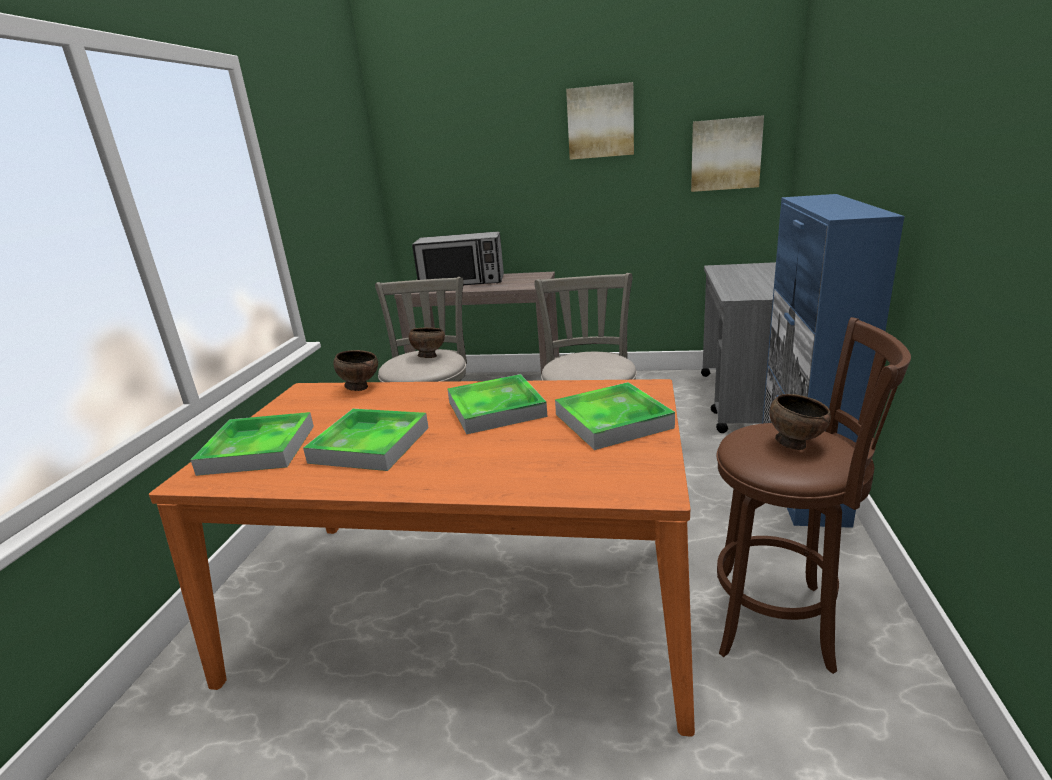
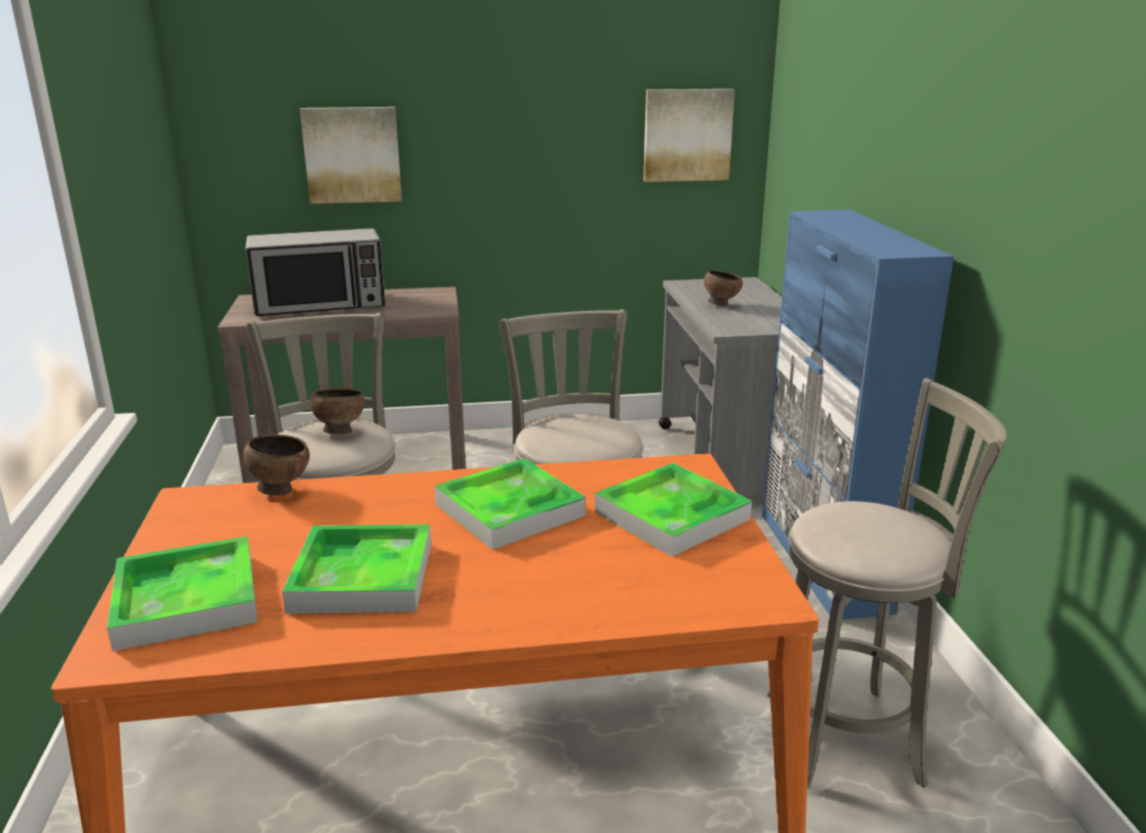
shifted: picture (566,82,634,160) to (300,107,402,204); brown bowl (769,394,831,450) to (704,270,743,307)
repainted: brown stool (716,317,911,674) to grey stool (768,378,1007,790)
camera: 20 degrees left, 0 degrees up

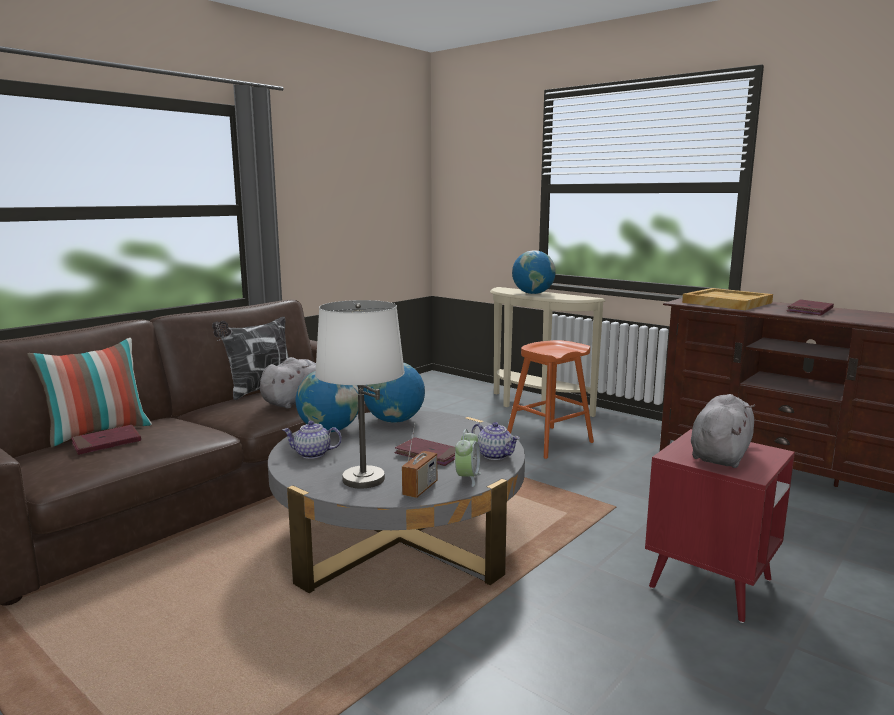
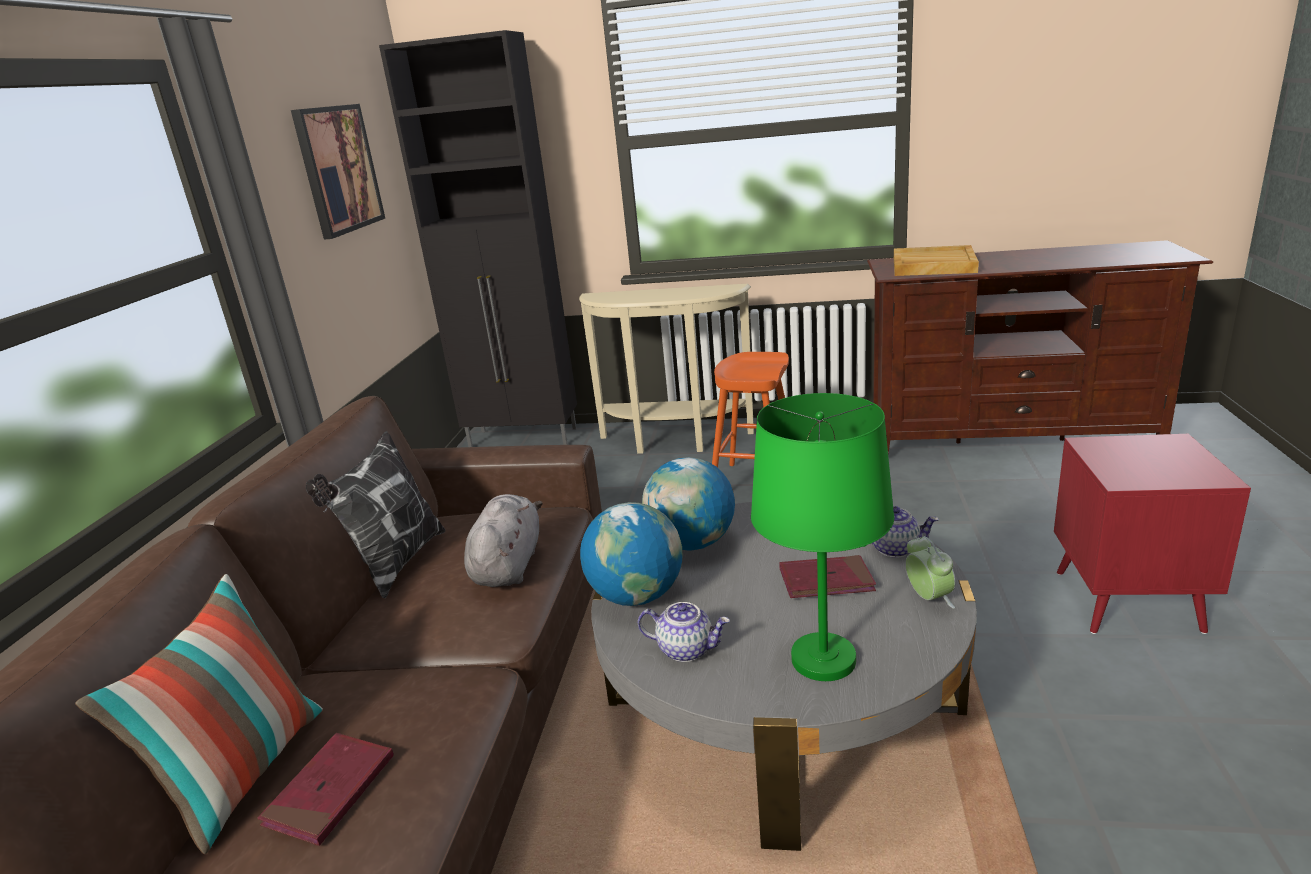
gone: globe (512,250,556,294); red book (787,299,834,316); grey plush toy (691,394,755,468); radio (402,423,437,498)
new: black cabinet (379,30,577,447); picture (291,104,385,240)
repainted: white table lamp (315,300,405,489) to green table lamp (751,393,894,681)
rotated: teapot (282,421,342,459) = (638,602,730,662) 135 degrees counterclockwise
camera: 30 degrees left, 10 degrees up

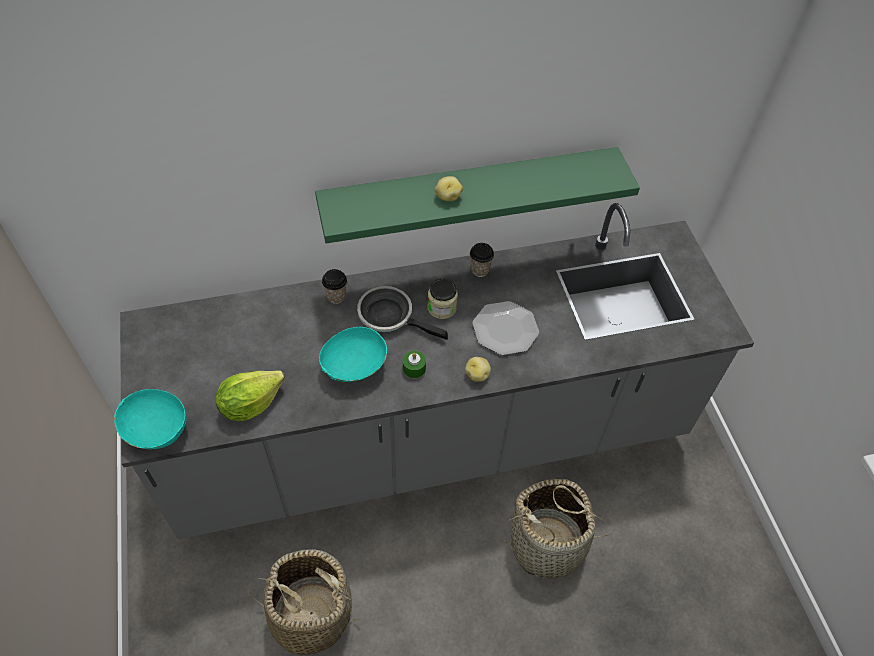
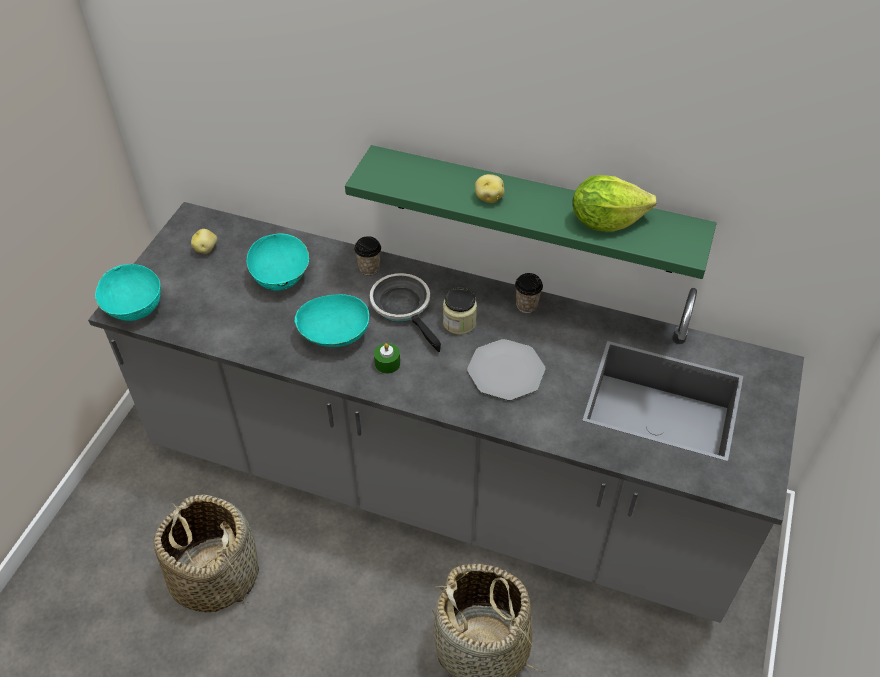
new: turquoise bowl (247,233,309,291)
shifted: potato (465,357,491,382) to (191,229,217,254); lettuce (216,370,285,421) to (572,175,657,231)
camera: 35 degrees right, 5 degrees down

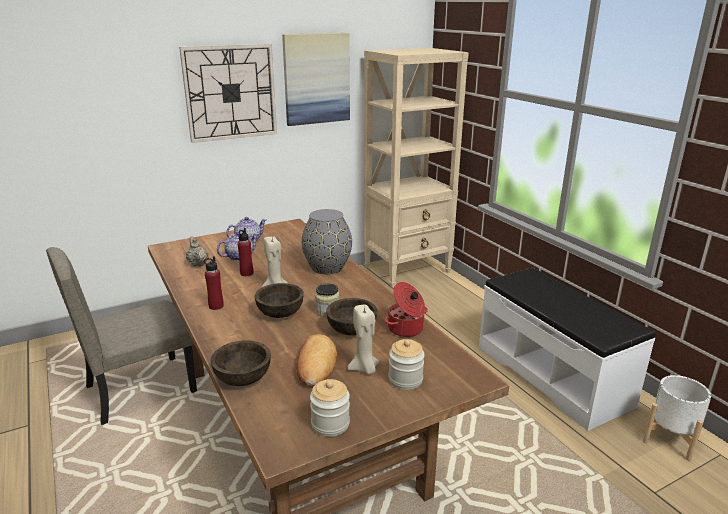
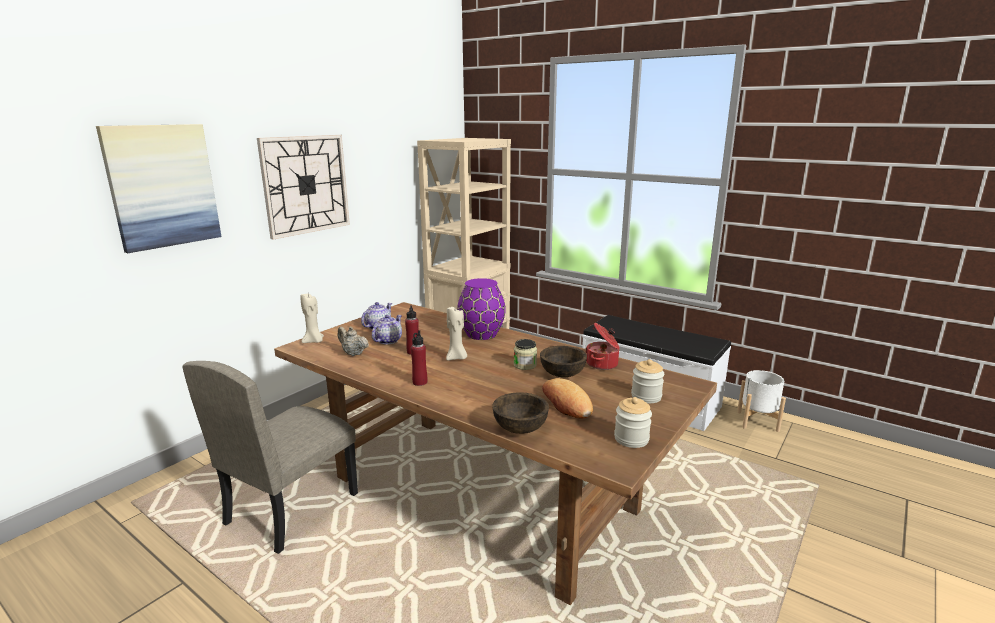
gone: brown bowl (255,283,304,318)
shifted: picture (282,33,350,126) to (96,124,221,253); beige candle (348,305,379,374) to (300,293,324,343)
repainted: grey vase (302,209,352,274) to purple vase (457,278,506,340)
camera: 25 degrees left, 5 degrees down

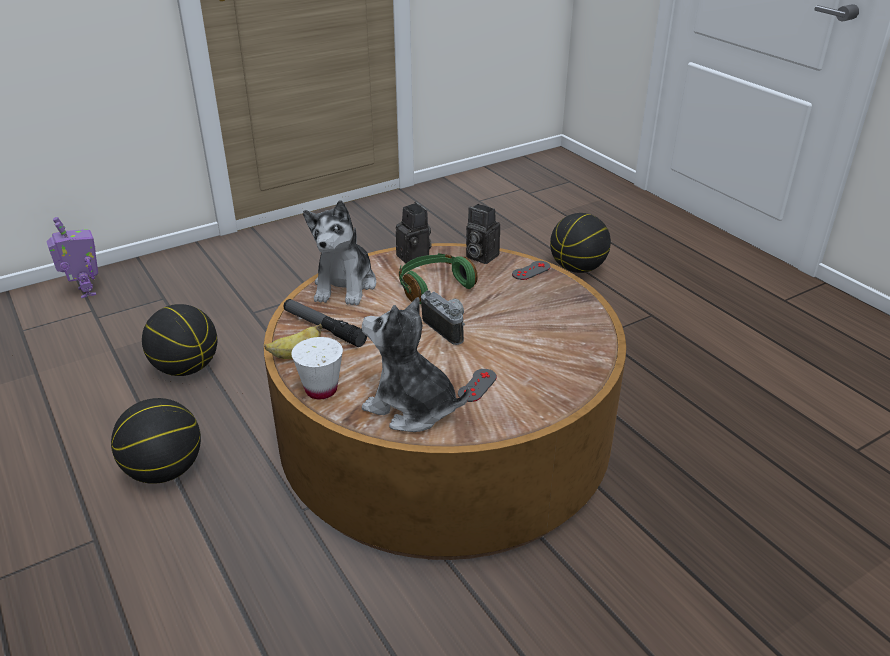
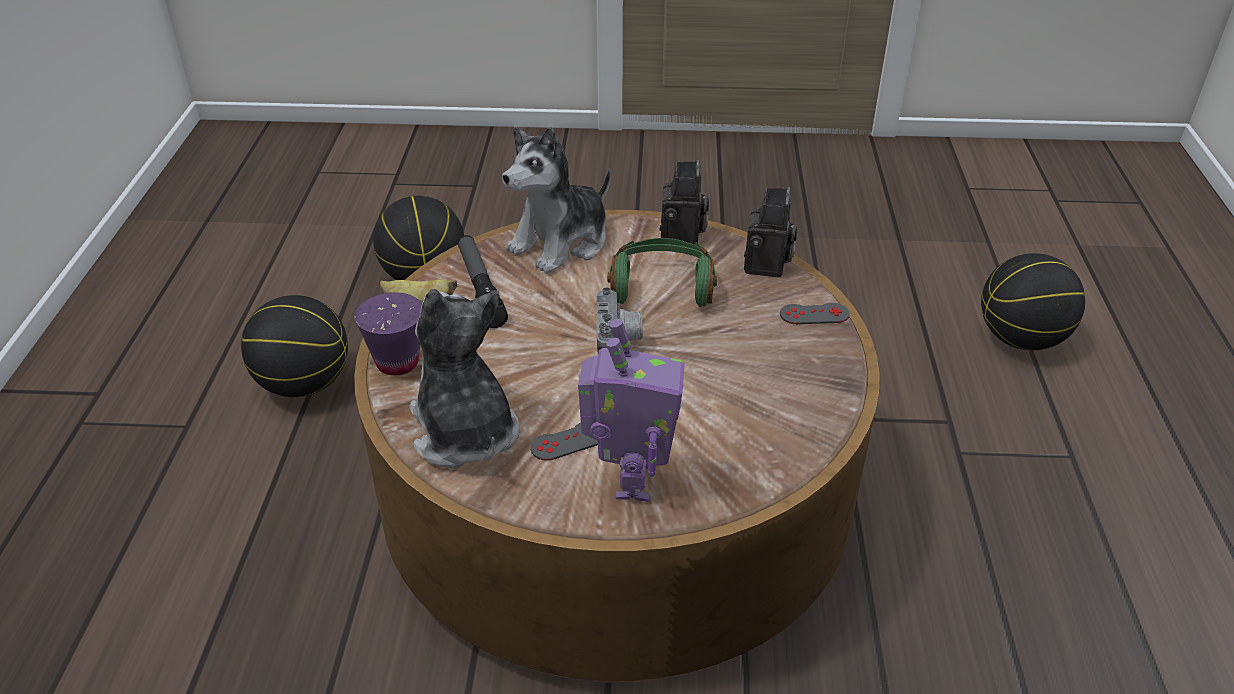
shifted: toy robot (46,217,98,298) to (578,319,685,502)
repainted: white cup (291,337,343,399) to purple cup (355,292,422,376)
rotated: photo camera (466,204,500,264) = (744,187,798,277) 150 degrees counterclockwise
camera: 35 degrees right, 5 degrees up

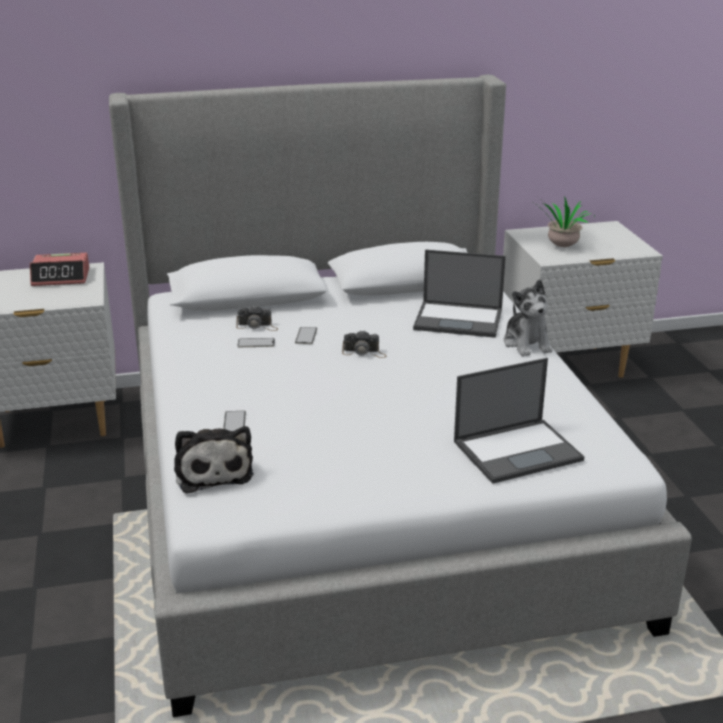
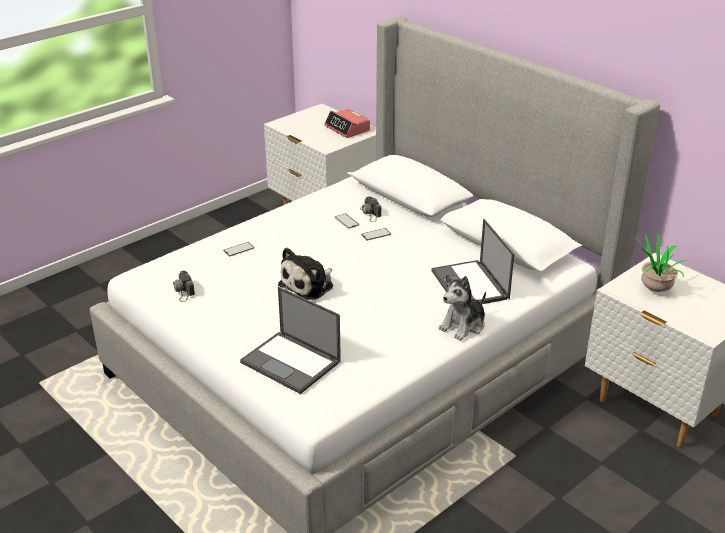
shifted: photo camera (342,330,386,358) to (173,271,195,302); plush toy (174,426,254,494) to (278,248,333,300)
camera: 60 degrees right, 5 degrees up

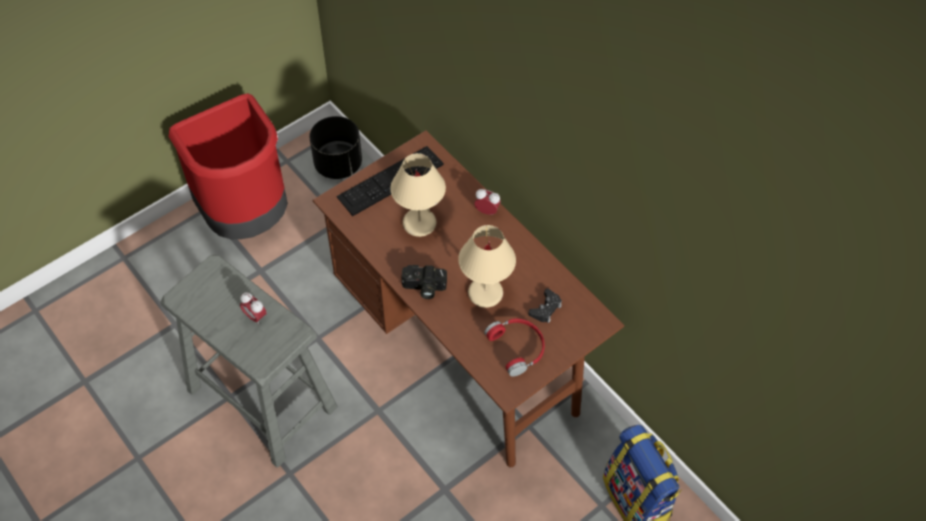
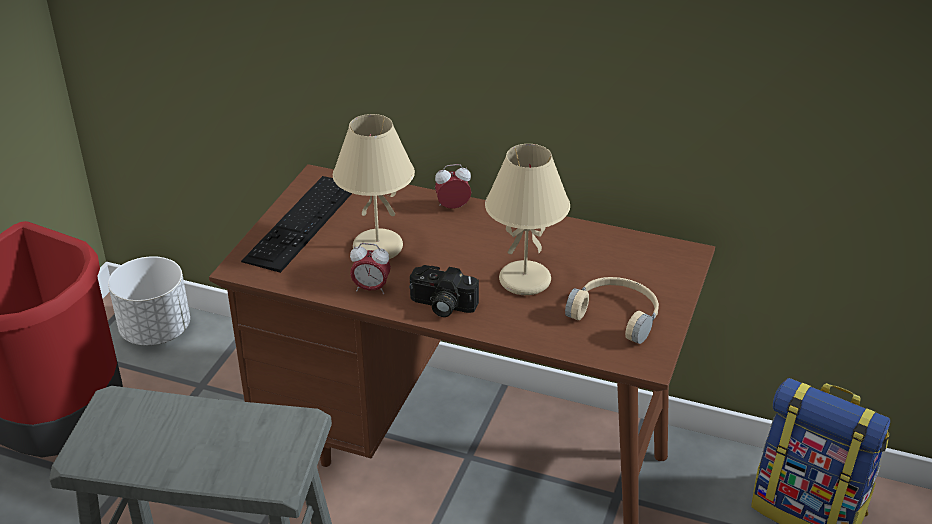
gone: black game controller (528,289,562,323)
shifted: alarm clock (240,292,267,325) to (350,243,391,294)
repainted: black planter (309,116,362,179) to white planter (108,256,190,346); red headphones (484,318,545,377) to beige headphones (565,277,659,344)
rotated: photo camera (401,265,447,299) = (409,265,479,317) 45 degrees clockwise
camera: 30 degrees left, 20 degrees down

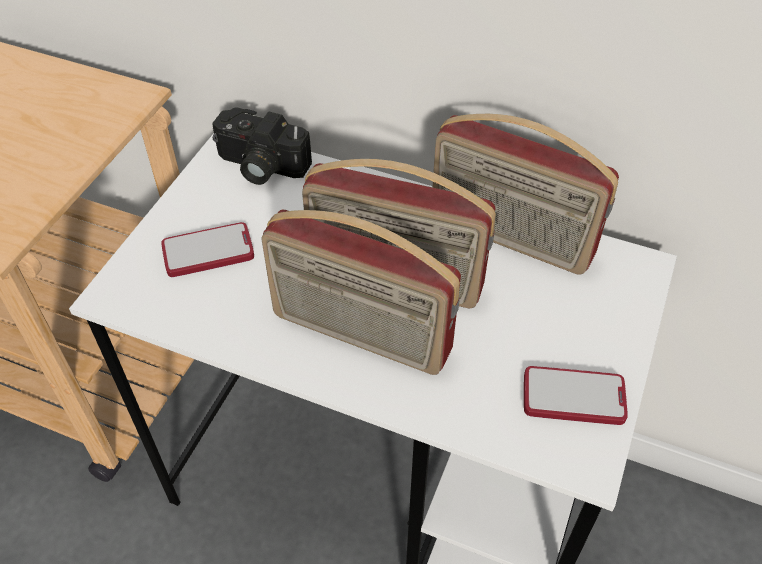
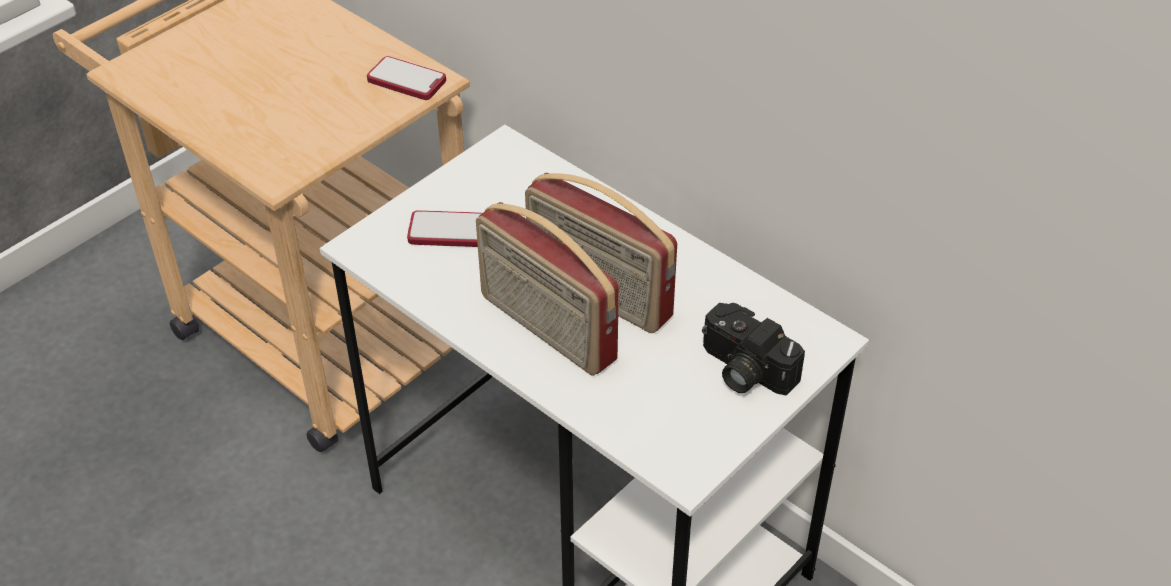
gone: radio (433,114,619,275)
shifted: photo camera (212,107,312,185) to (702,303,805,396); phone (524,366,628,425) to (367,56,446,100)
camera: 20 degrees right, 5 degrees down

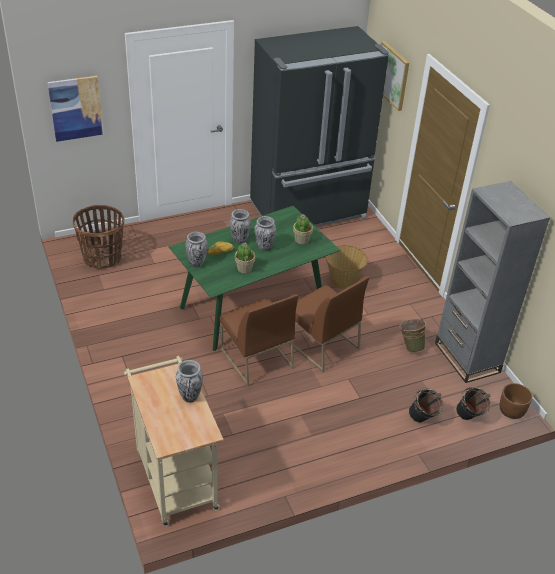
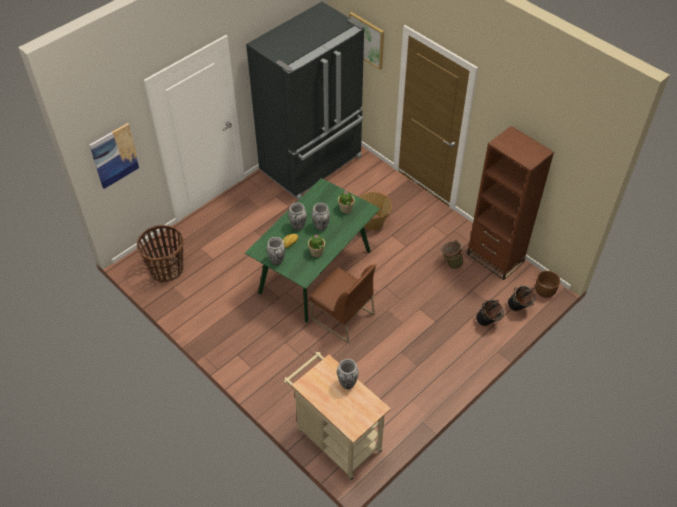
gone: brown chair (288,277,369,372)
repainted: grey bookcase (435,181,550,383) to brown bookcase (467,126,554,280)
camera: 20 degrees left, 10 degrees up

